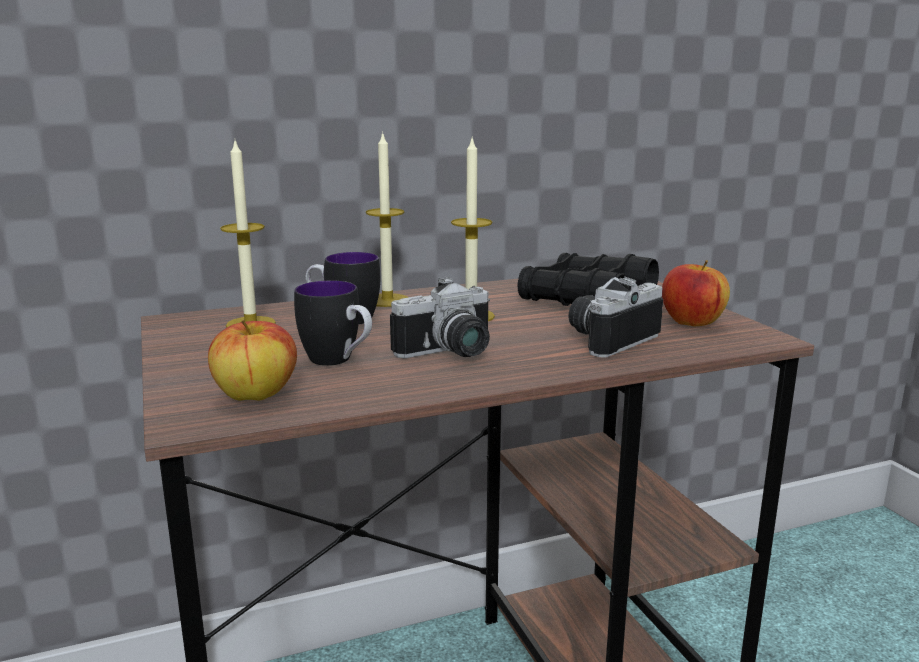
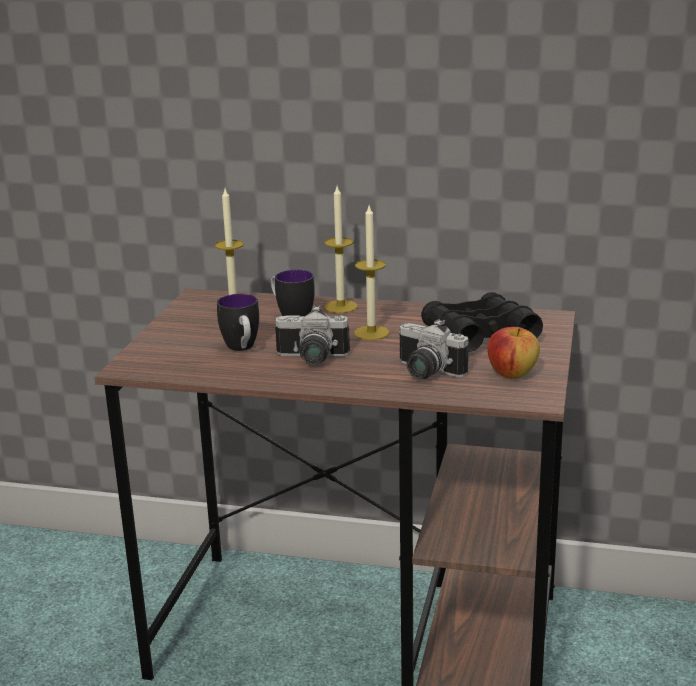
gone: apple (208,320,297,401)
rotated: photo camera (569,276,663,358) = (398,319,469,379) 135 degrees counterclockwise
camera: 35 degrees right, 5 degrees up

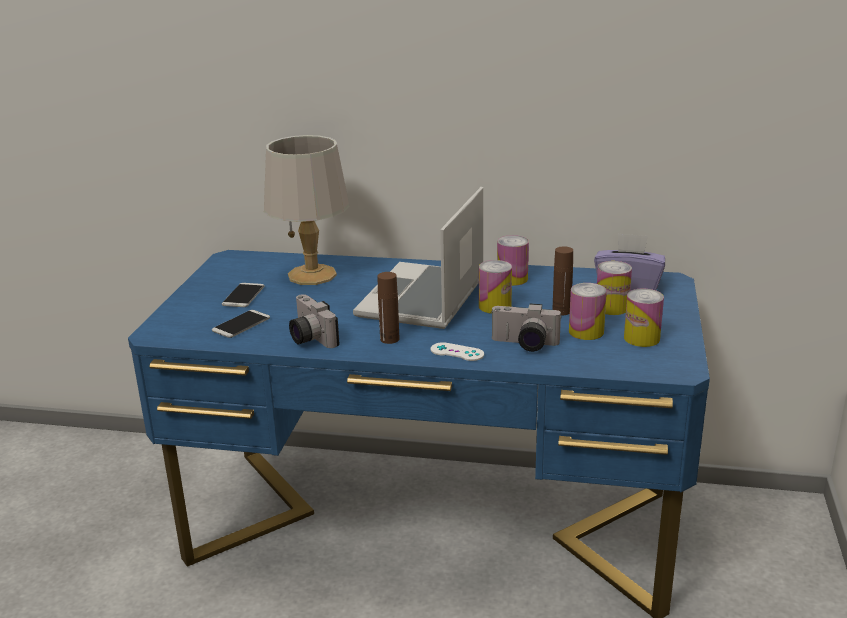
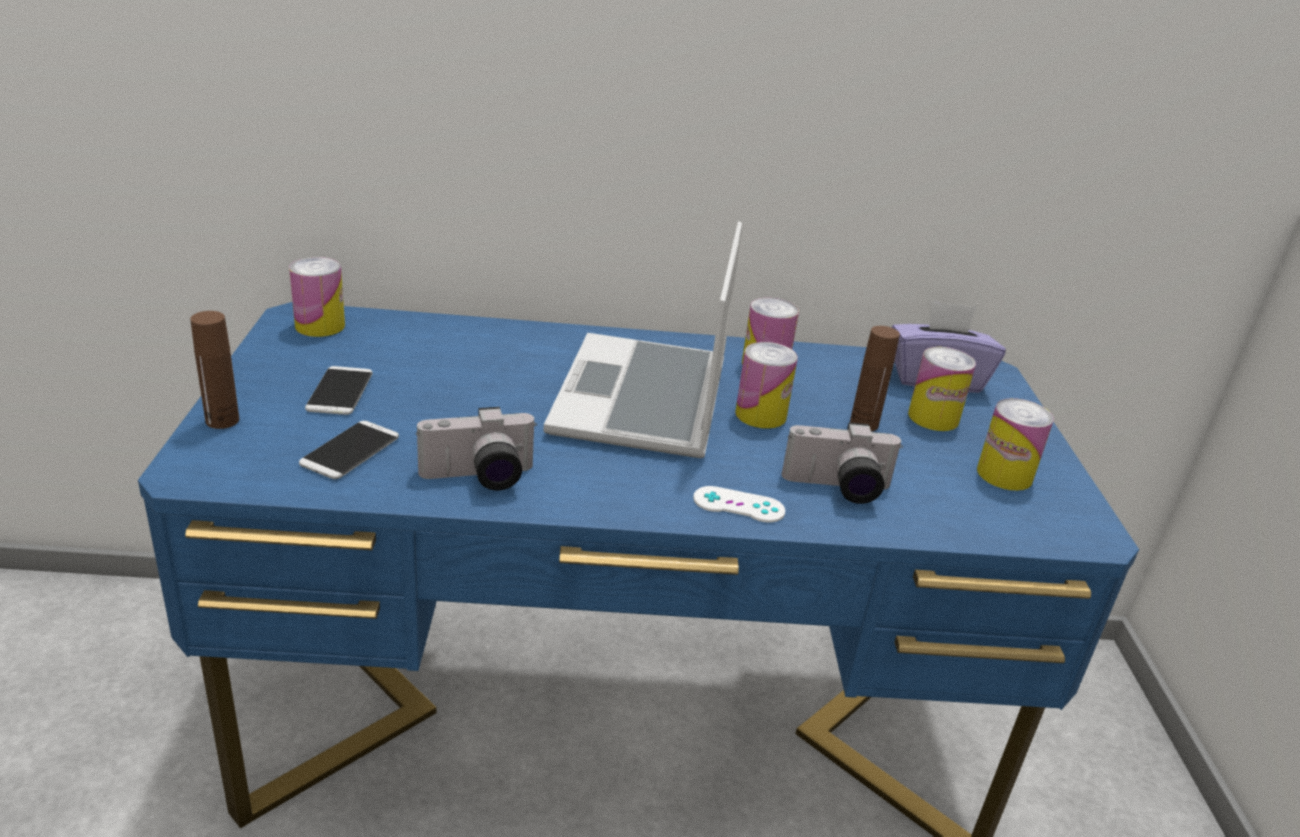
gone: grey table lamp (264,135,350,285)
shifted: brown bottle (377,272,399,344) to (190,311,239,429); can (569,283,607,340) to (289,257,345,337)
rotated: photo camera (289,294,340,348) = (416,407,537,491) 60 degrees counterclockwise
camera: 15 degrees left, 5 degrees up

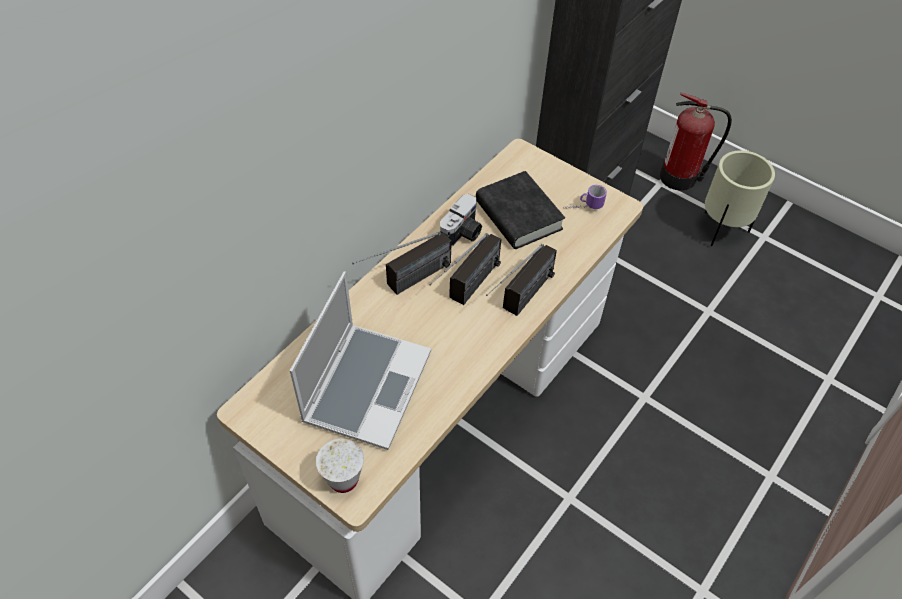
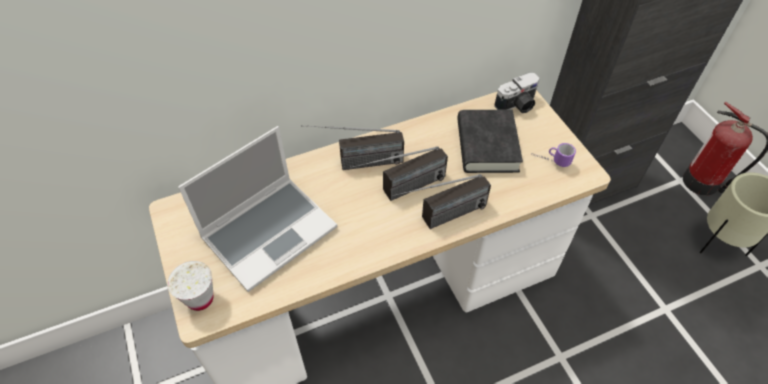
shifted: photo camera (440,194,482,246) to (494,72,540,113)
camera: 30 degrees right, 0 degrees up

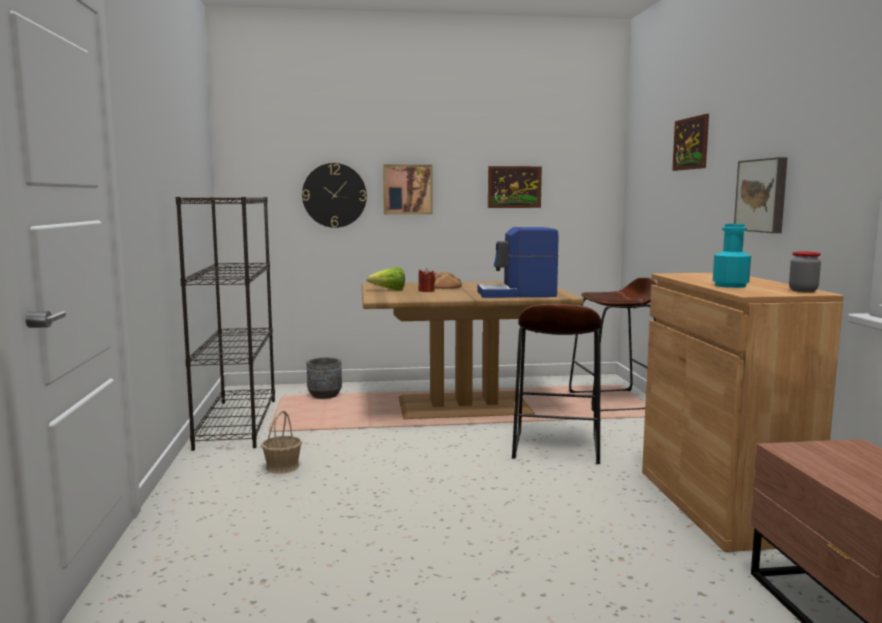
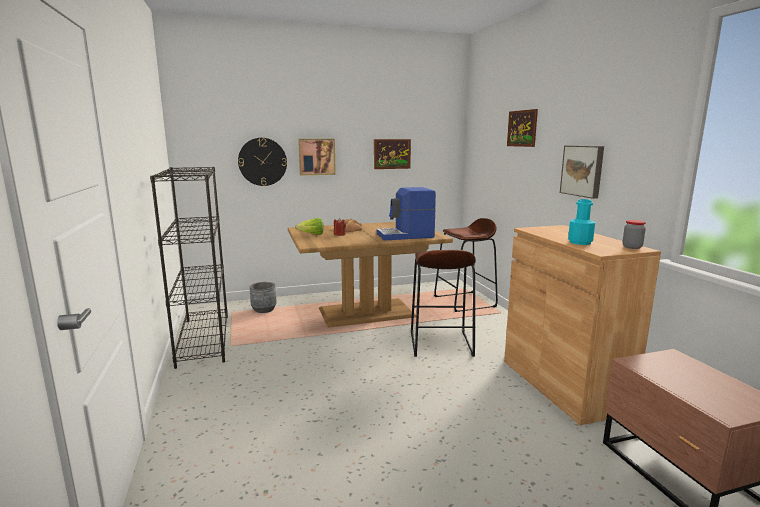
gone: basket (261,410,302,474)
camera: 10 degrees left, 5 degrees up

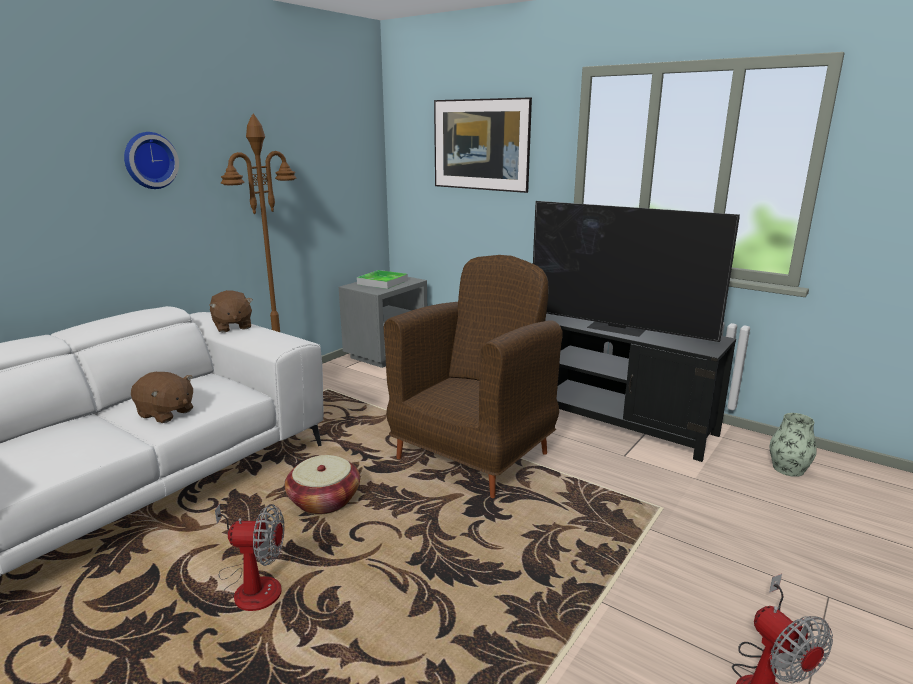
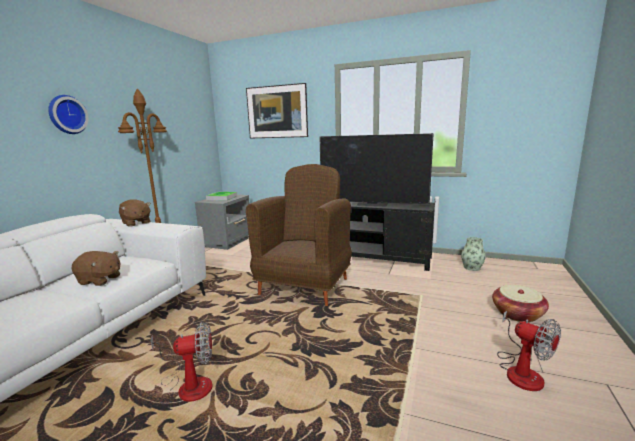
shifted: basket (285,455,360,515) to (492,285,549,322)
camera: 15 degrees left, 5 degrees down

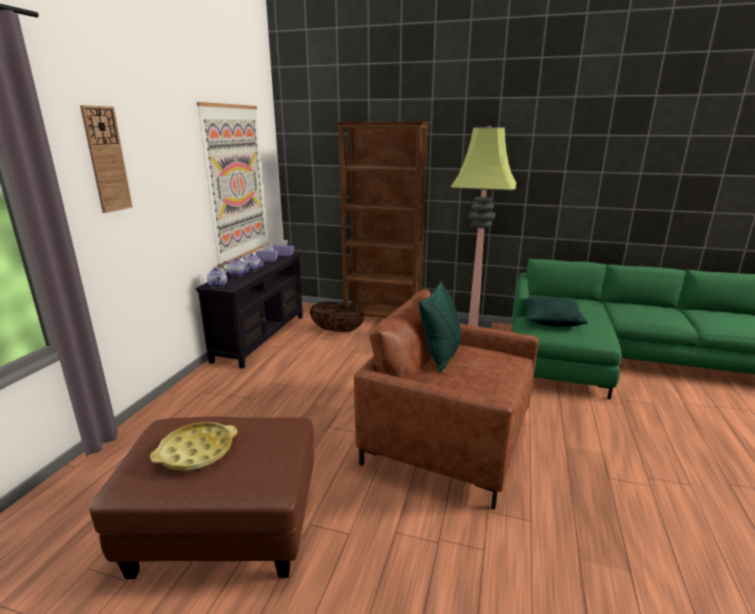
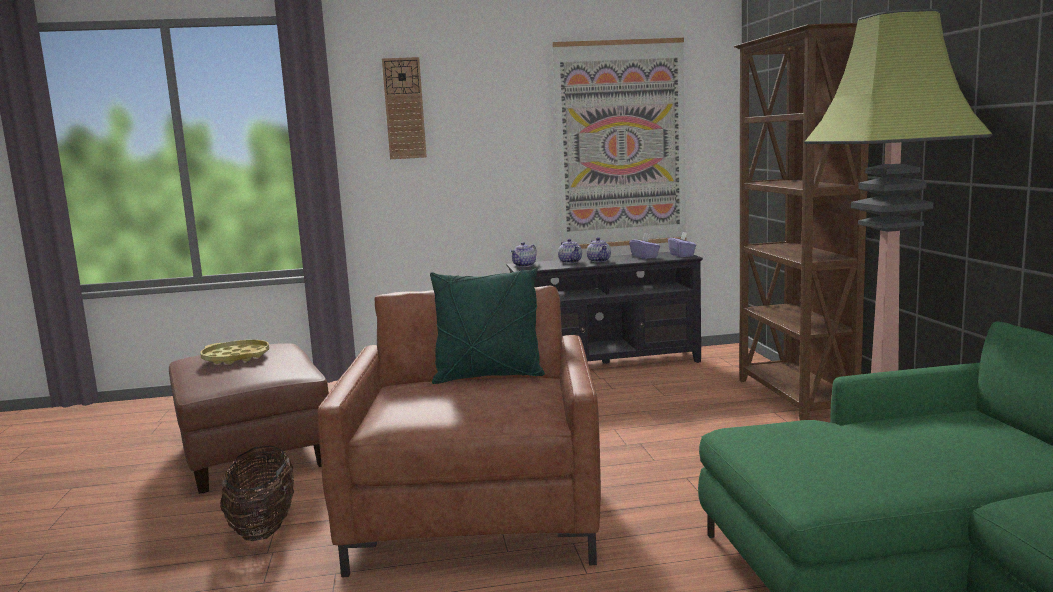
gone: green pillow (523,297,588,327)
shifted: basket (309,302,365,332) to (220,446,294,541)
camera: 65 degrees right, 10 degrees down

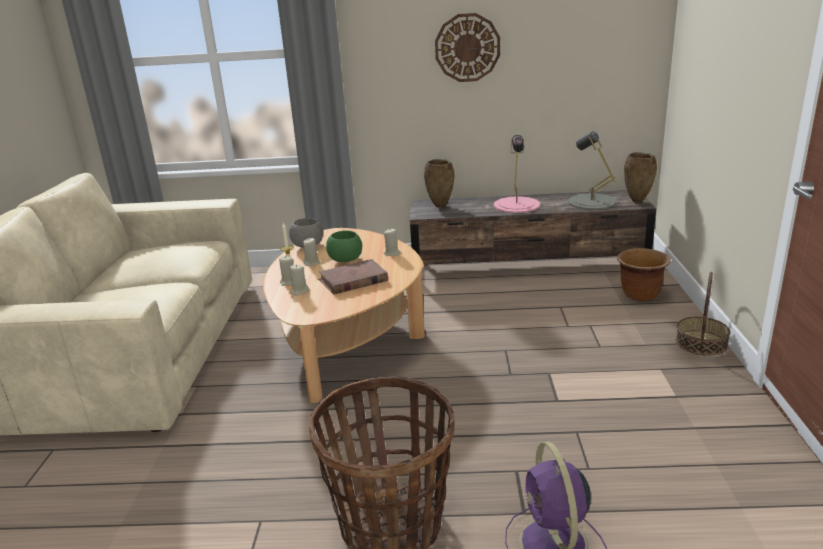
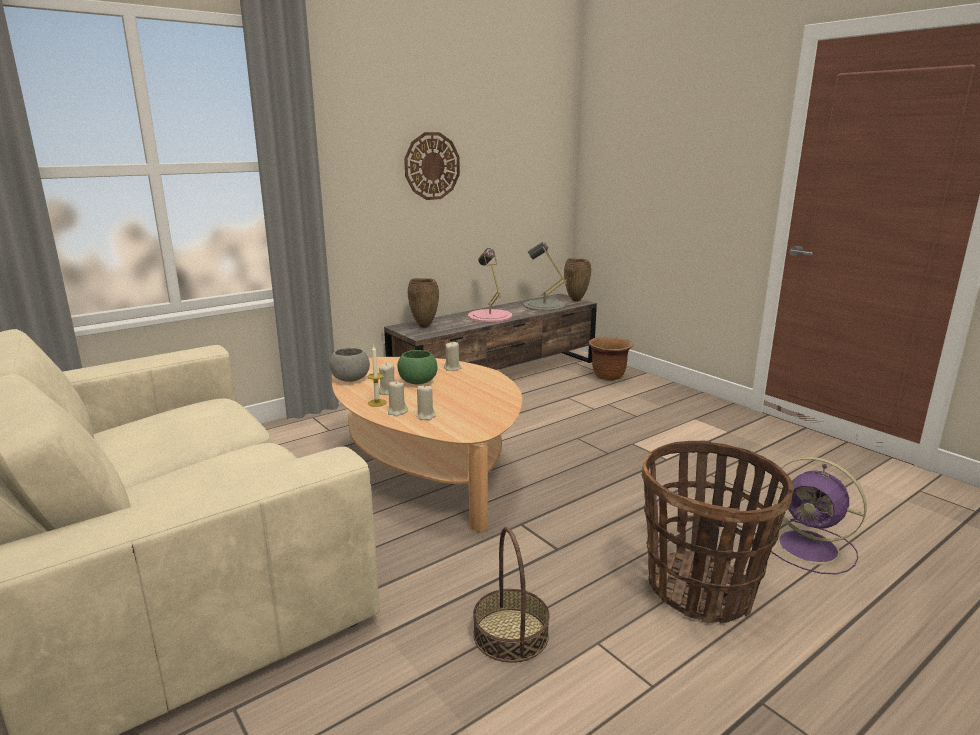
gone: brown book (319,259,388,295)
shifted: basket (676,272,730,356) to (473,527,550,663)
camera: 40 degrees left, 5 degrees down

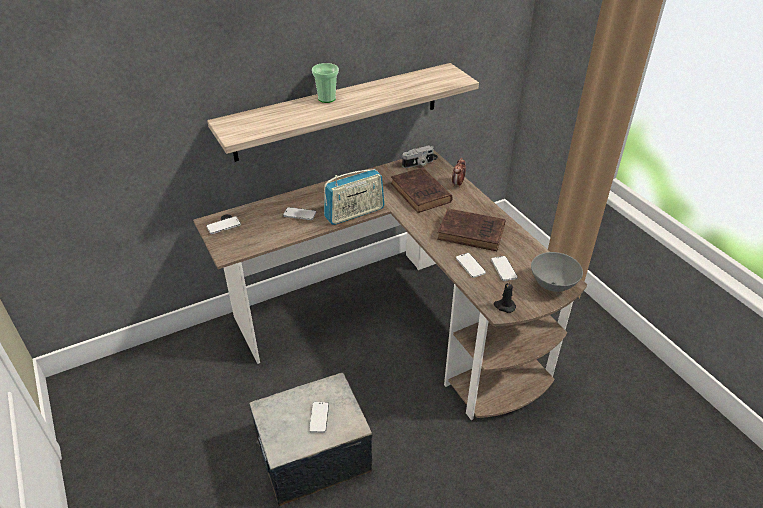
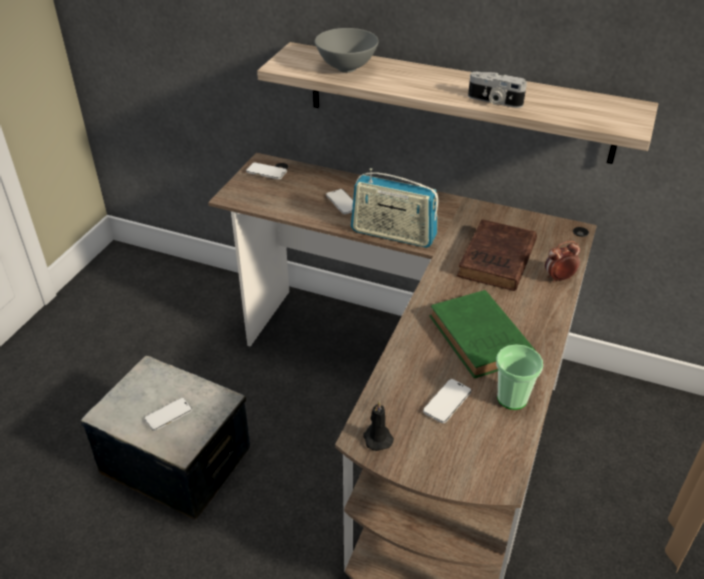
gone: phone (456,253,486,278)
shifted: cup (312,63,339,103) to (496,344,543,410); photo camera (402,145,434,168) to (468,72,527,108); grey bowl (531,252,583,292) to (315,28,379,73)
repainted: brown book (437,208,506,251) to green book (430,290,536,378)
camera: 50 degrees right, 0 degrees up

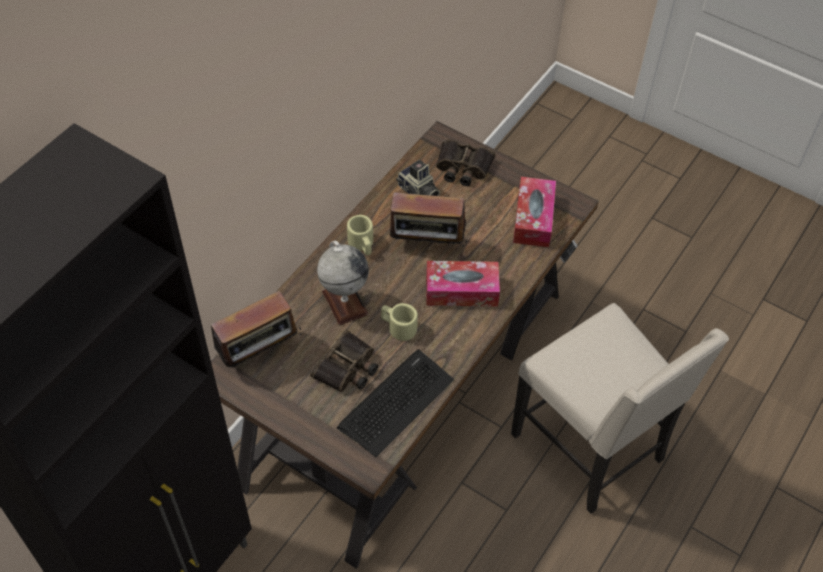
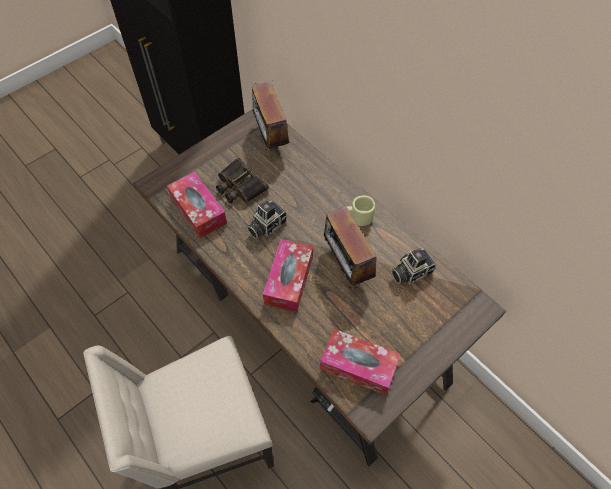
gone: binoculars (436,139,495,186); globe (317,241,369,325)
swapped: beige mug (381,303,418,341) to photo camera (247,200,287,239); keyboard (337,349,454,457) to tissue box (167,172,227,239)
rotated: radio (390,192,467,255) = (324,206,378,289) 45 degrees counterclockwise
camera: 105 degrees right, 5 degrees up

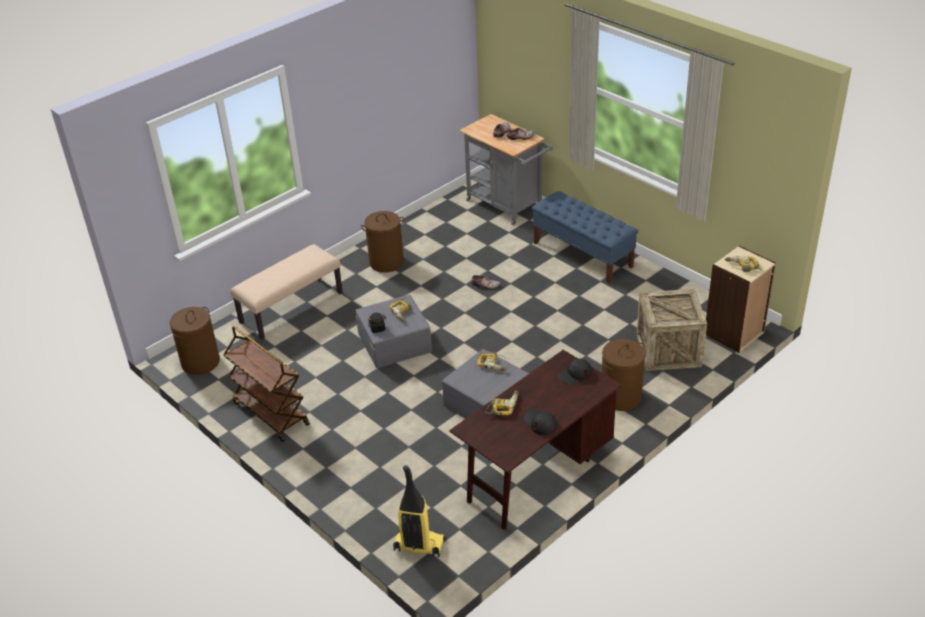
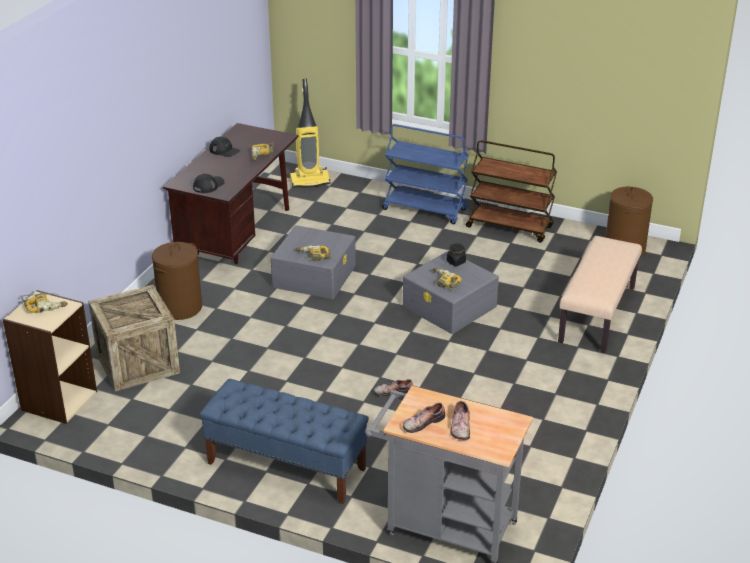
gone: brown laundry basket (361,211,404,273)
new: blue cart (382,124,469,224)
camera: 155 degrees right, 5 degrees down

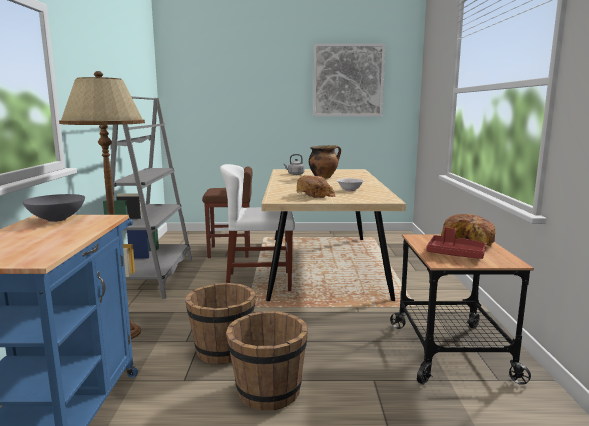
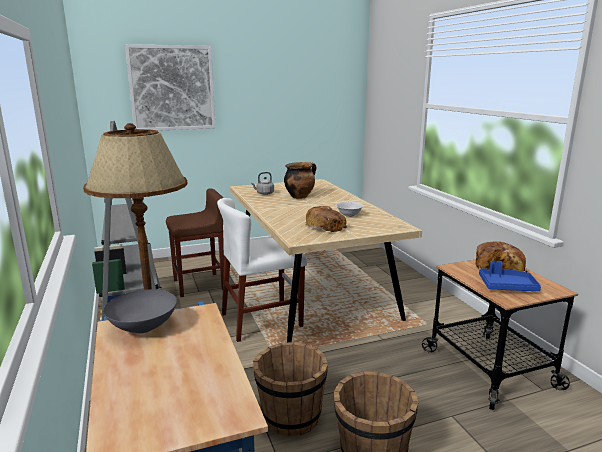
shifted: picture (313,43,385,117) to (125,44,216,131)
repainted: red tray (426,227,486,259) to blue tray (479,261,541,291)
camera: 20 degrees left, 5 degrees up

